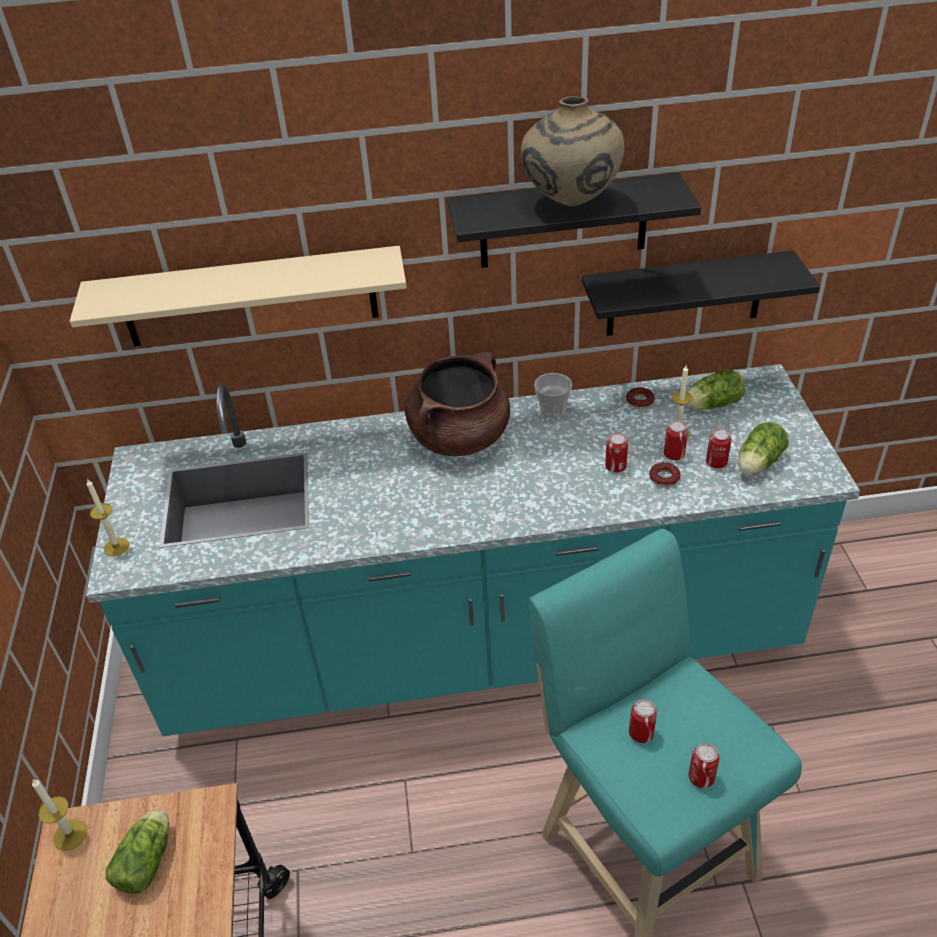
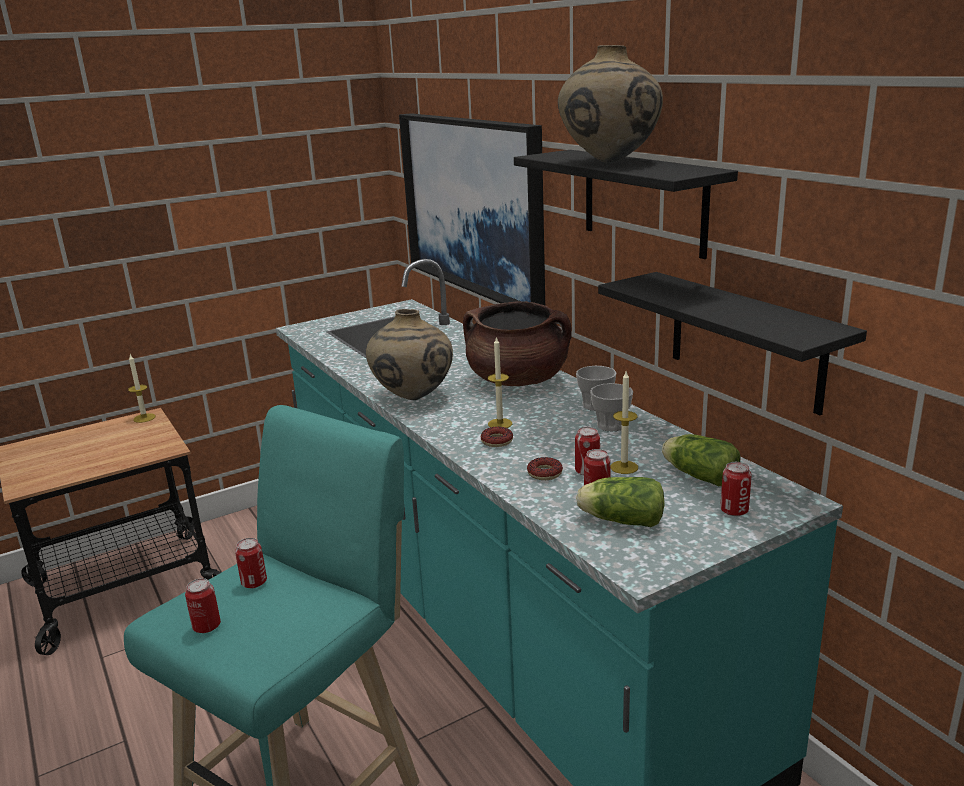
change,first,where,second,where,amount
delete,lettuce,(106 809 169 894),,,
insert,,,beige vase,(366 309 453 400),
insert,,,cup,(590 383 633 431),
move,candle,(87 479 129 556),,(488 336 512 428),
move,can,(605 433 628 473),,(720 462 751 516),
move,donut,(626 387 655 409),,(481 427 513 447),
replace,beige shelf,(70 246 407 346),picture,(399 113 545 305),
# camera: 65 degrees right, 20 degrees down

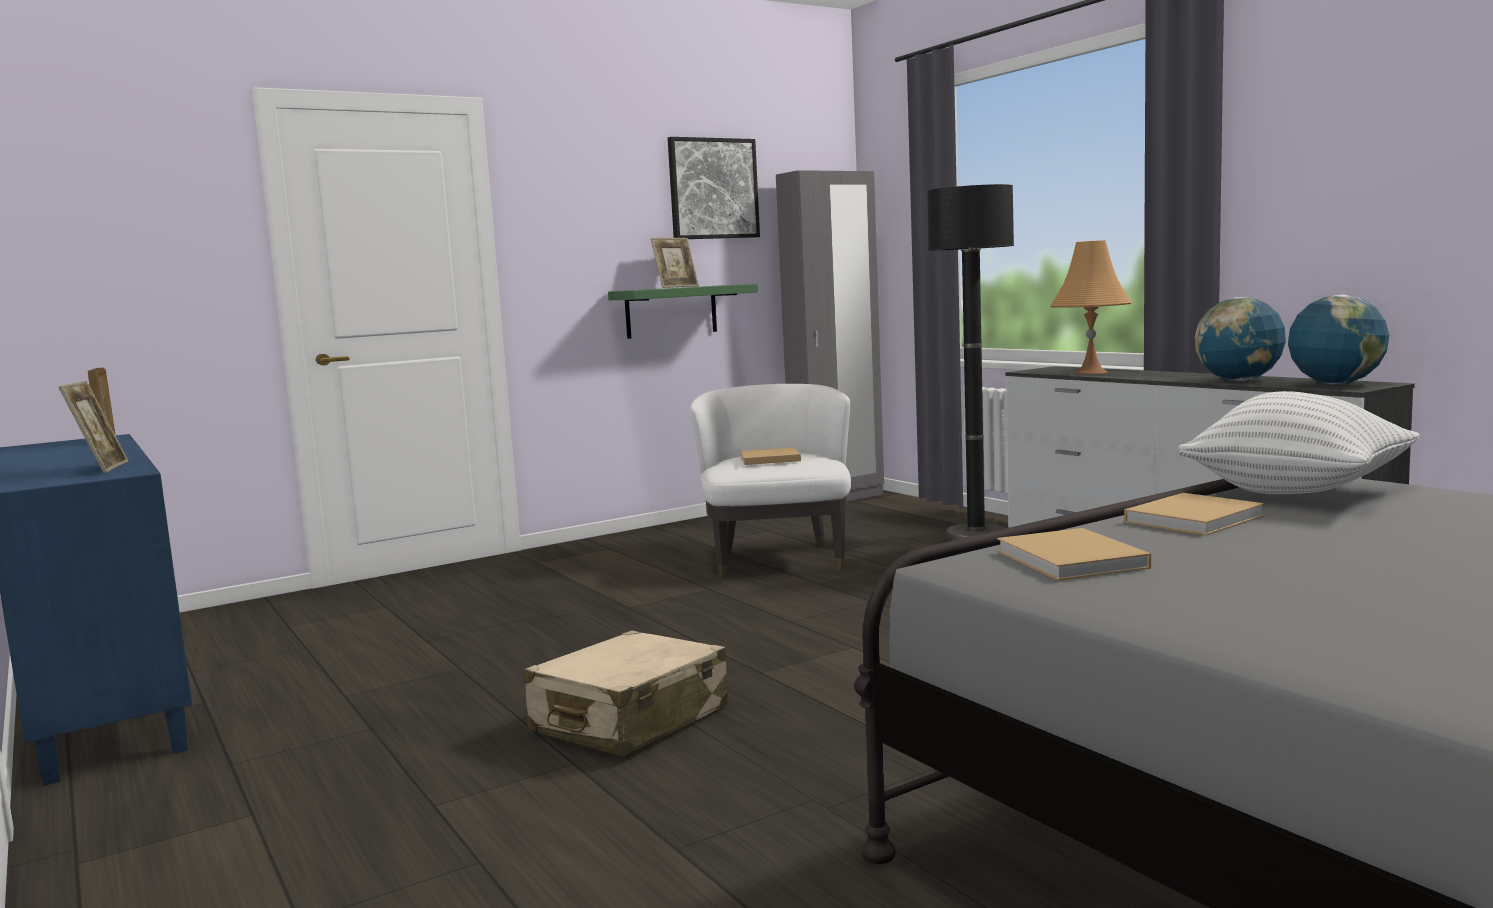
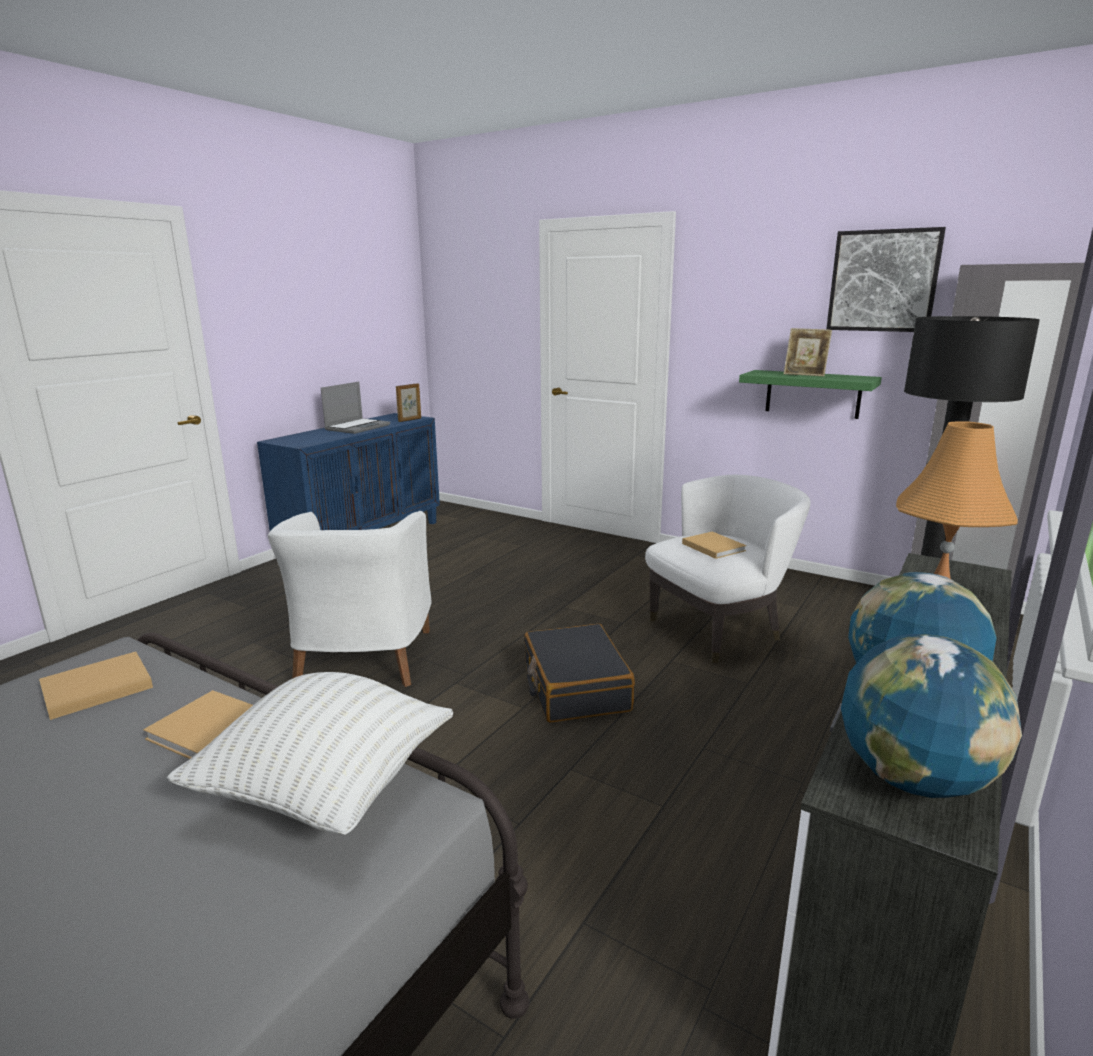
change,first,where,second,where,amount
delete,picture frame,(59 381 128 473),,,
insert,,,laptop,(321 382 390 434),
insert,,,black suitcase,(524 624 635 722),
replace,beige suitcase,(524 630 729 756),white armchair,(268 511 432 687),
# camera: 65 degrees right, 10 degrees up

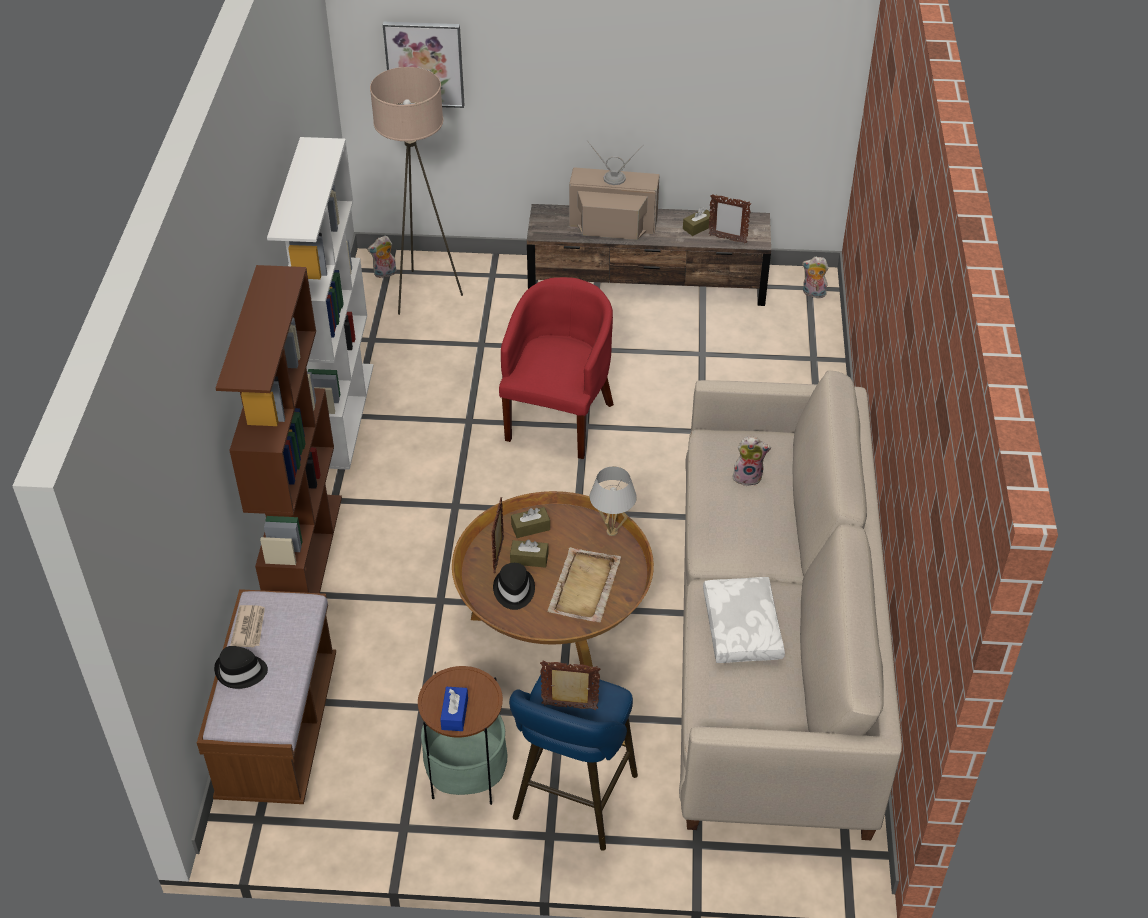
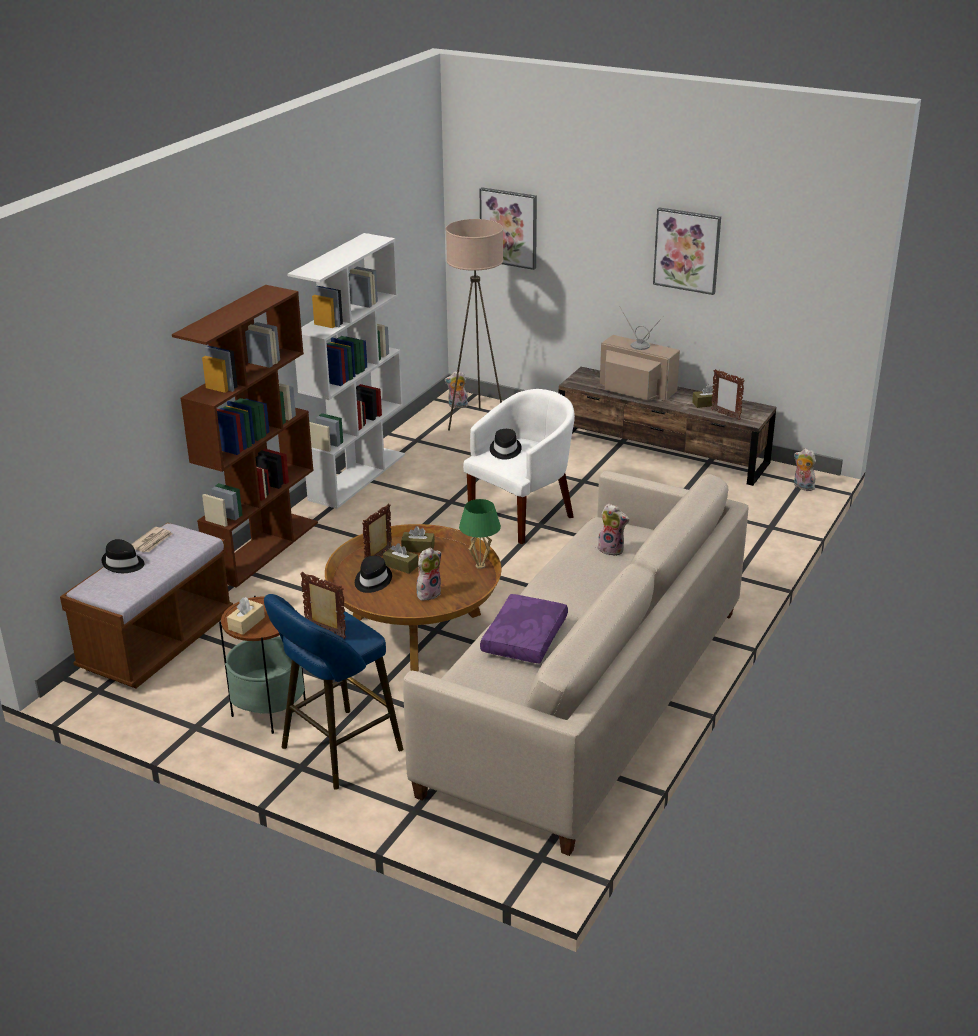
change,first,where,second,where,amount
insert,,,black hat,(490 429 522 459),
insert,,,picture,(653 207 721 295),
replace,beige tray,(547 547 621 623),plush toy,(416 547 441 601),
recolor,blue tissue box,(440 687 468 731),beige tissue box,(227 597 265 635),
recolor,red armchair,(499 277 614 459),white armchair,(463 389 575 544),
recolor,white table lamp,(590 466 637 536),green table lamp,(459 499 501 569),
recolor,white pillow,(703 577 785 663),purple pillow,(480 594 568 664),
# camera: 25 degrees right, 15 degrees down

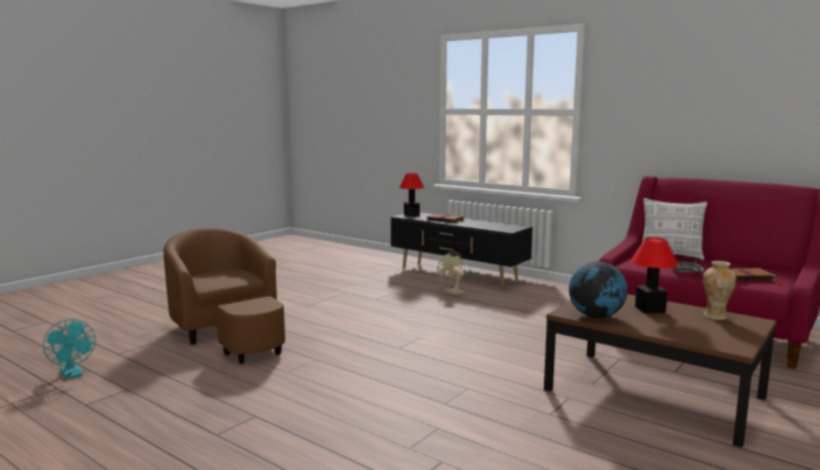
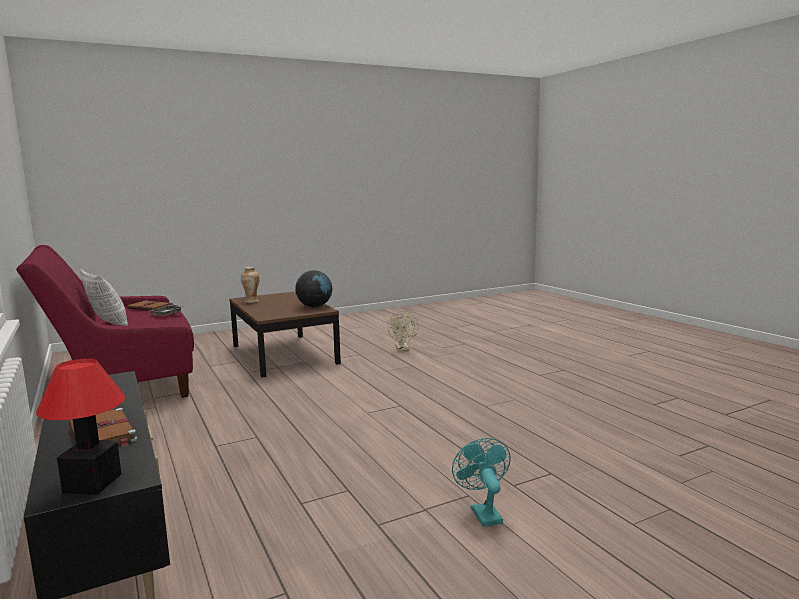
change,first,where,second,where,amount
delete,brown armchair,(164 228 285 364),,,
delete,table lamp,(631 237 678 313),,,
move,turquoise fan,(43 319 96 379),,(452 438 511 527),
move,beige fan,(437 252 464 295),,(388 311 419 351),
# camera: 155 degrees left, 0 degrees up

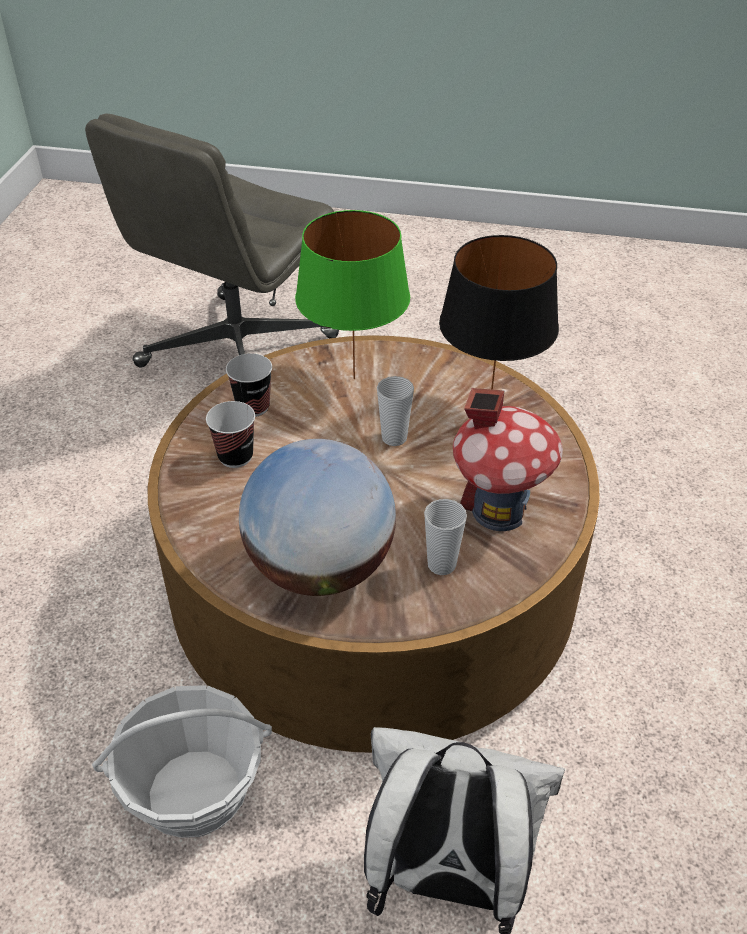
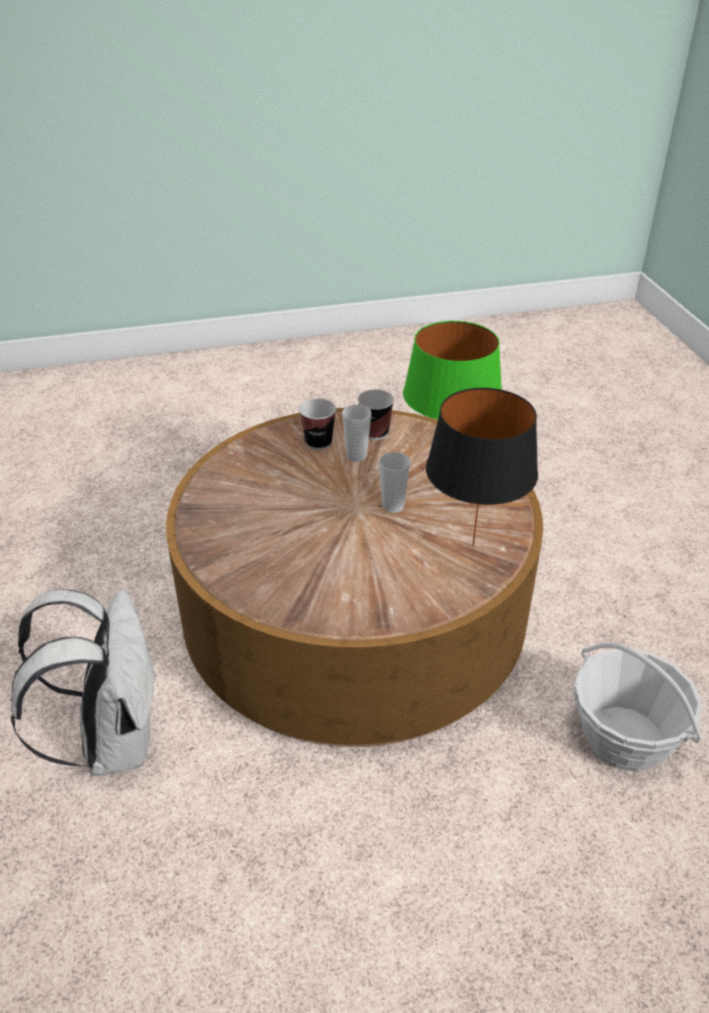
change,first,where,second,where,amount
delete,grey office chair,(85 113 339 368),,,
delete,globe,(239 439 396 596),,,
delete,toy house,(453 388 563 531),,,
move,basket,(92 685 272 838),,(573 642 703 771),
move,cup,(424 499 467 575),,(342 405 372 462),
# camera: 65 degrees right, 5 degrees down

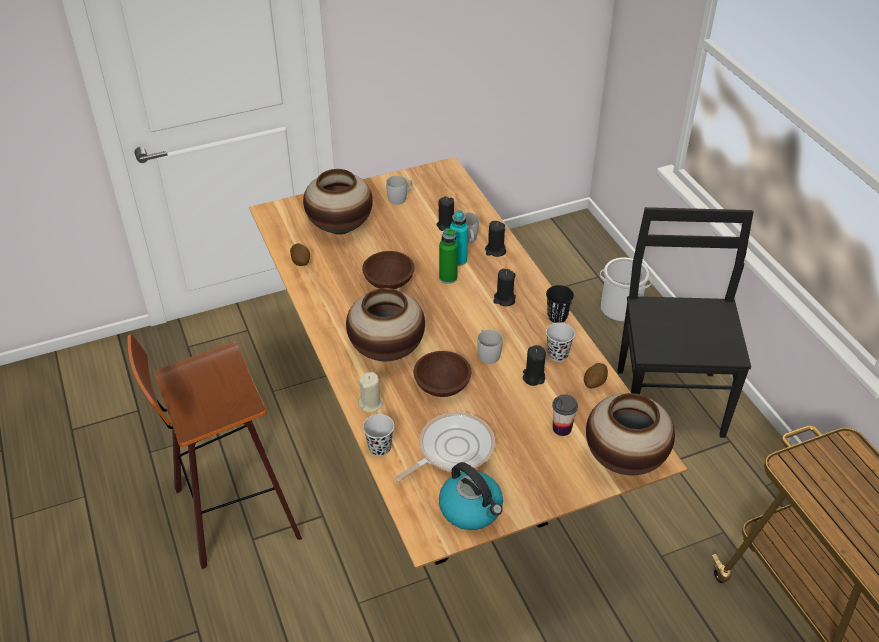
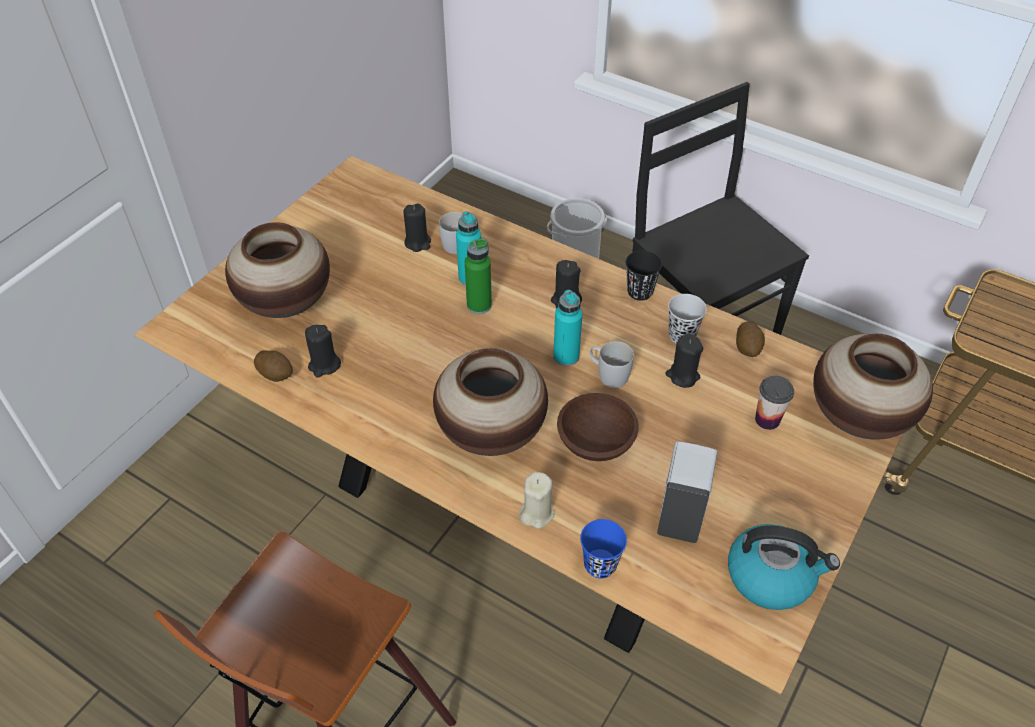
change,first,where,second,where,amount
delete,brown bowl,(362 251 415 289),,,
delete,white mug,(386 175 412 205),,,
insert,,,turquoise bottle,(553 290 582 366),
move,black candle,(485 221 506 257),,(305 325 341 378),
replace,frying pan,(395 412 495 482),white soap dispenser,(657 442 717 543),
recolor,black cup,(363 414 394 456),blue cup,(580 519 627 578),
# camera: 35 degrees left, 5 degrees up

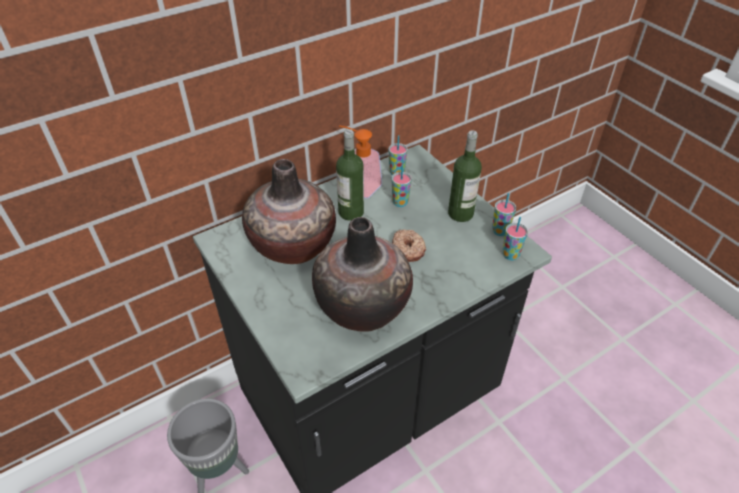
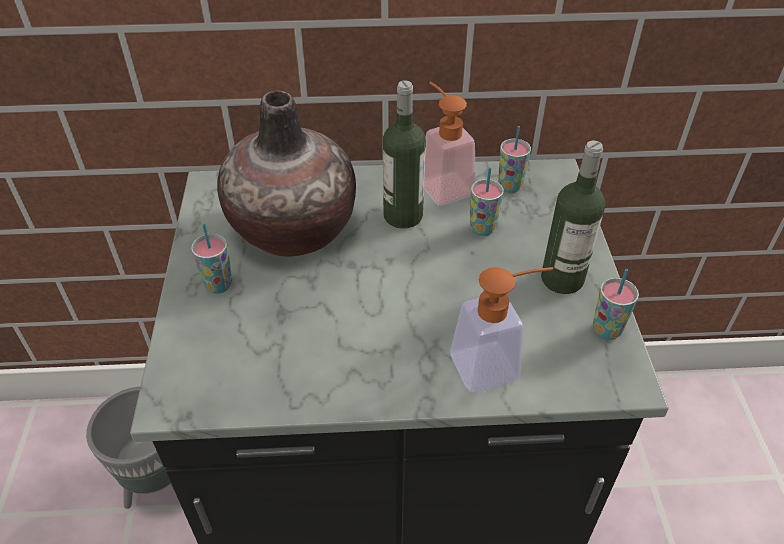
change,first,where,second,where,amount
delete,vase,(312 217 413 332),,,
delete,donut,(392 229 426 262),,,
insert,,,soap dispenser,(450 267 553 392),
move,cup,(502 217 528 260),,(191 223 232 294),
# camera: 30 degrees right, 0 degrees up

